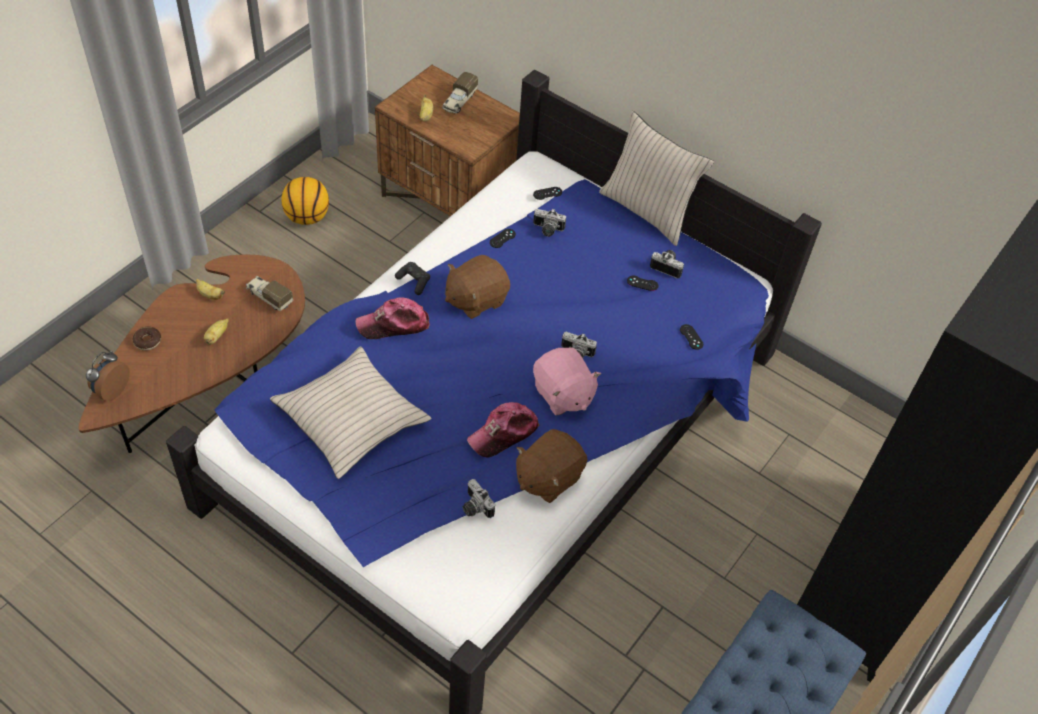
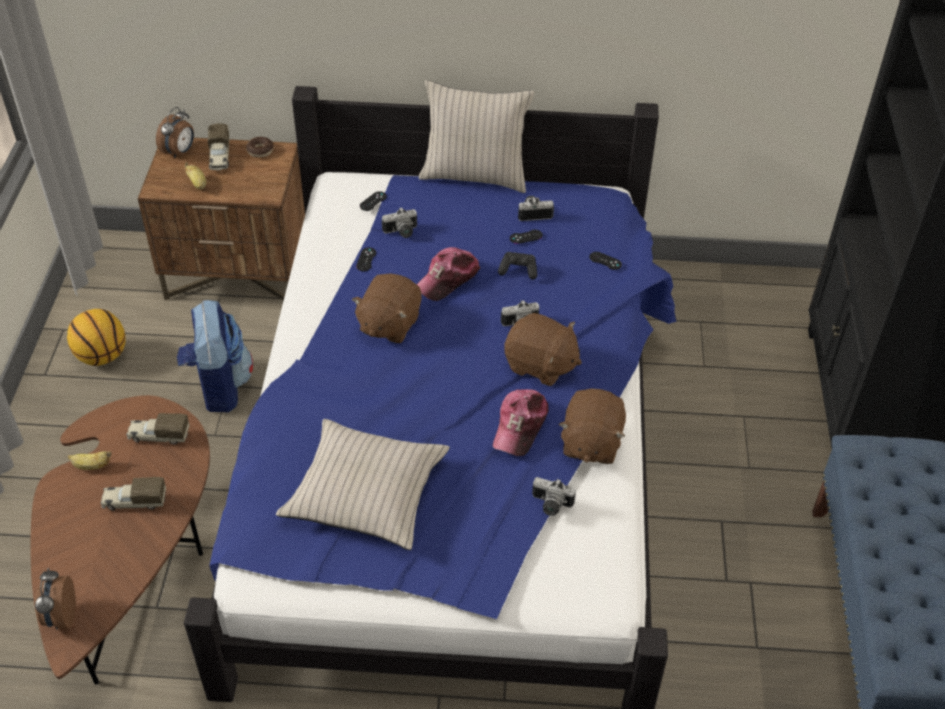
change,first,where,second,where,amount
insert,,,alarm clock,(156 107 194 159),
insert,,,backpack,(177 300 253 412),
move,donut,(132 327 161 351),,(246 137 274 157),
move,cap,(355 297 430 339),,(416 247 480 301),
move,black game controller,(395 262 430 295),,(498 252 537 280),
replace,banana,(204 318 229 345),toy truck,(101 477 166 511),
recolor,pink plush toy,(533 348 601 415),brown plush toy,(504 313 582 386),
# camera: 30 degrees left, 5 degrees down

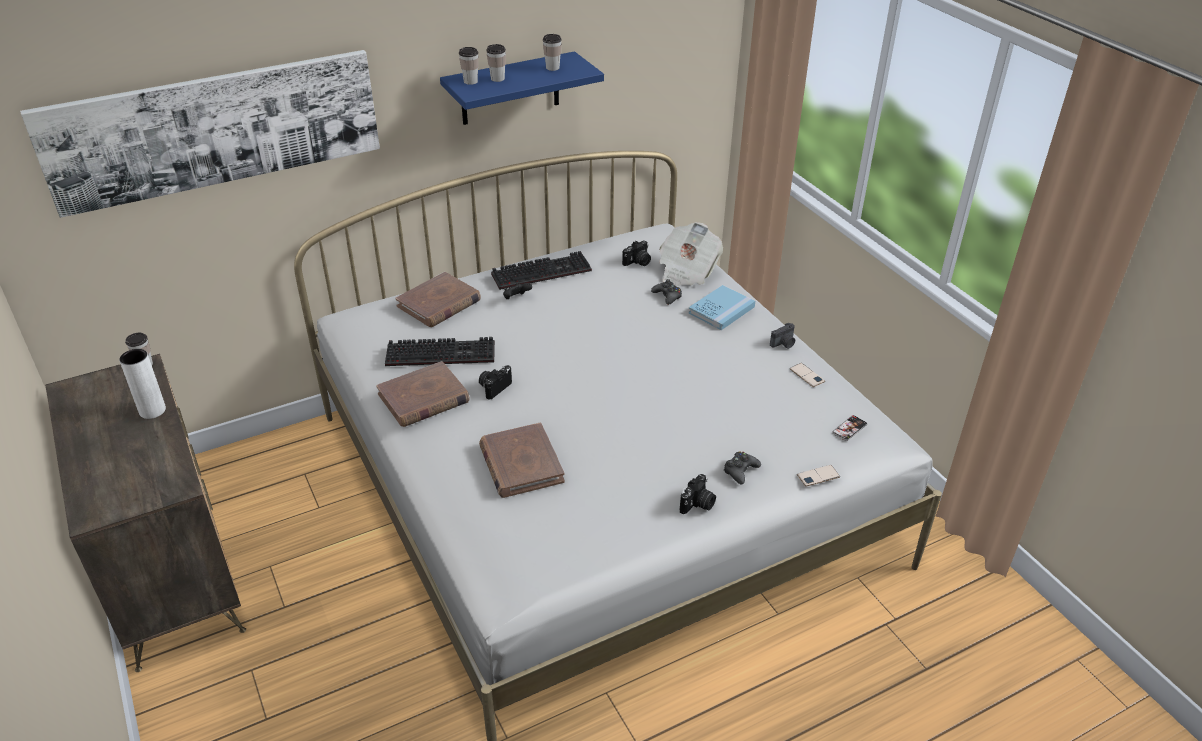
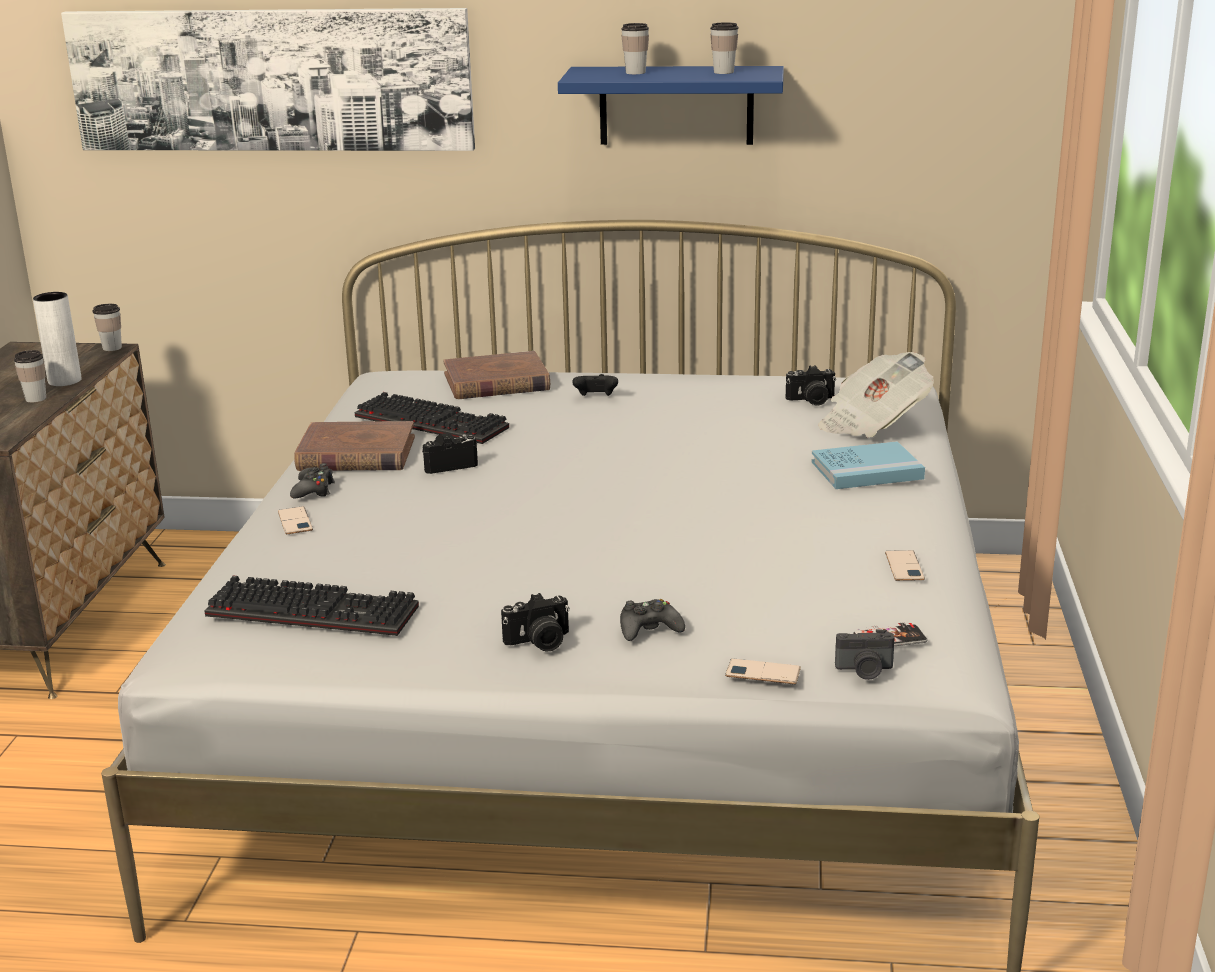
change,first,where,second,where,amount
delete,brown book,(479 423 565 498),,,
insert,,,phone,(278 506 313 535),
move,cup,(459 47 479 85),,(14 350 46 402),
move,keyboard,(491 251 592 290),,(205 575 419 636),
move,black game controller,(651 279 682 305),,(290 463 335 498),
move,photo camera,(770 323 795 349),,(835 629 895 680),
# camera: 35 degrees right, 15 degrees down

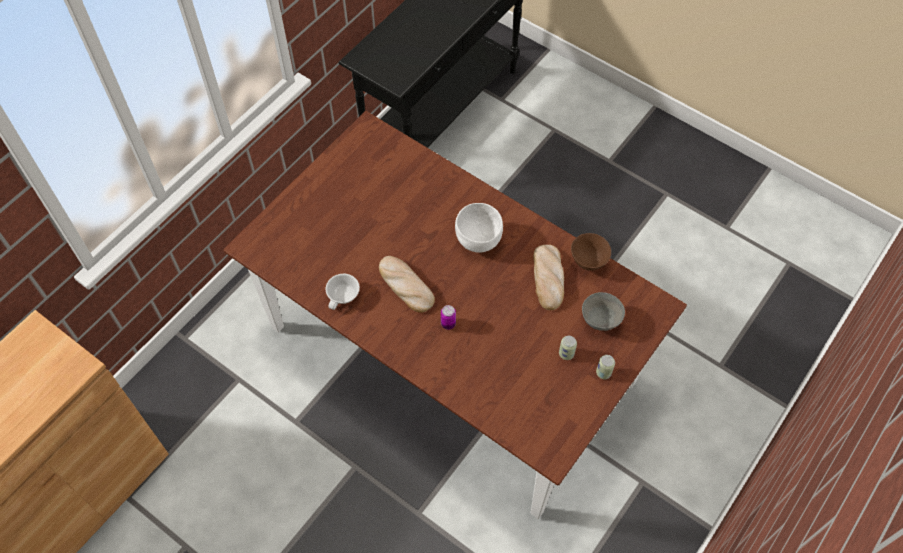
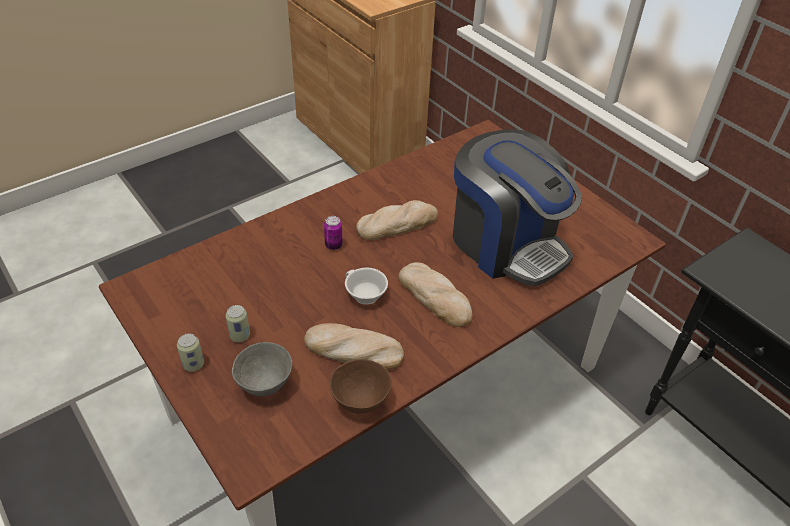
change,first,where,second,where,amount
insert,,,coffee machine,(453 129 582 286),
move,white cup,(326 274 360 310),,(345 268 388 305),
replace,white bowl,(455 203 503 253),bread,(398 262 472 327),
# camera: 105 degrees right, 15 degrees down

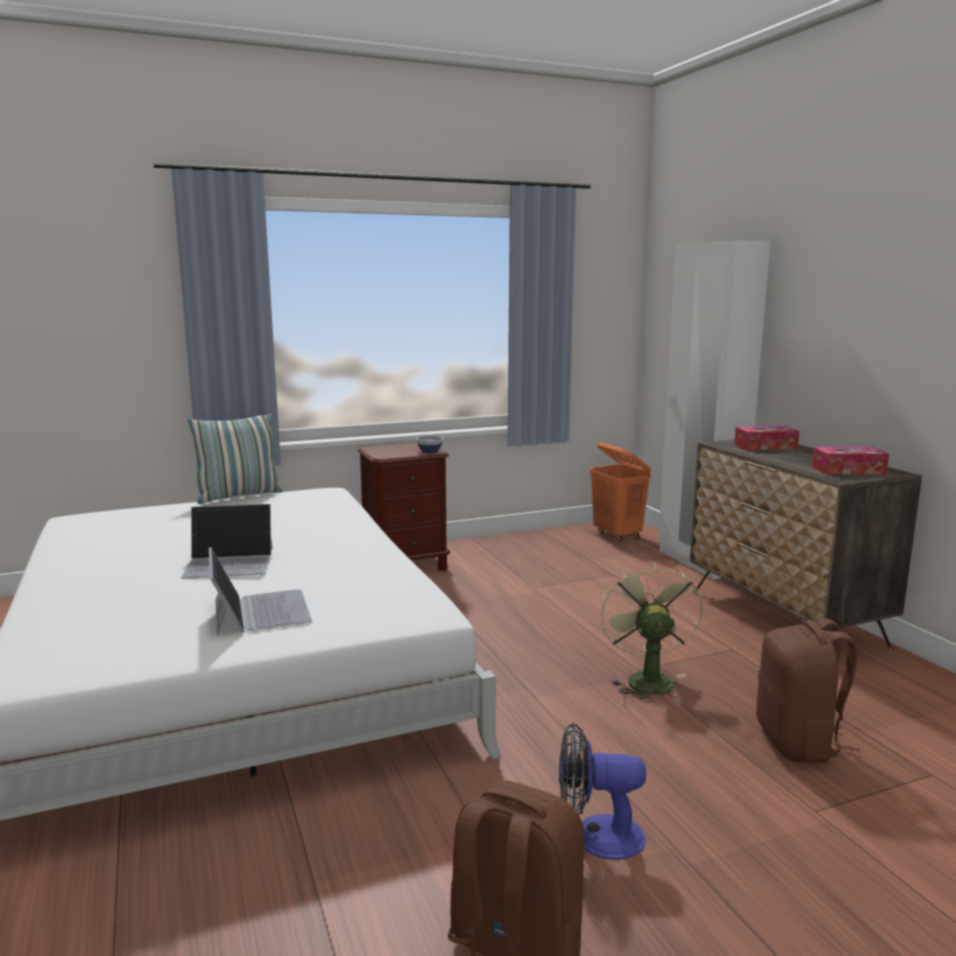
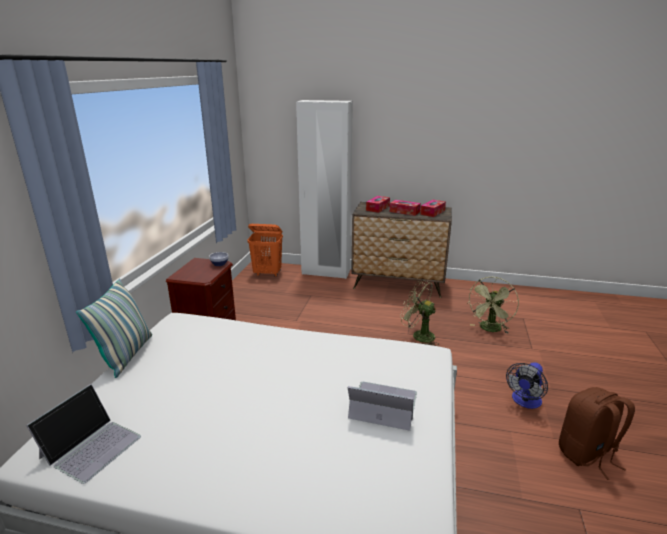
change,first,where,second,where,amount
insert,,,tissue box,(390 200 421 216),
move,laptop,(181 504 273 579),,(26 384 141 484),
replace,brown backpack,(756 618 860 763),green fan,(468 277 519 334),
# camera: 55 degrees left, 10 degrees up

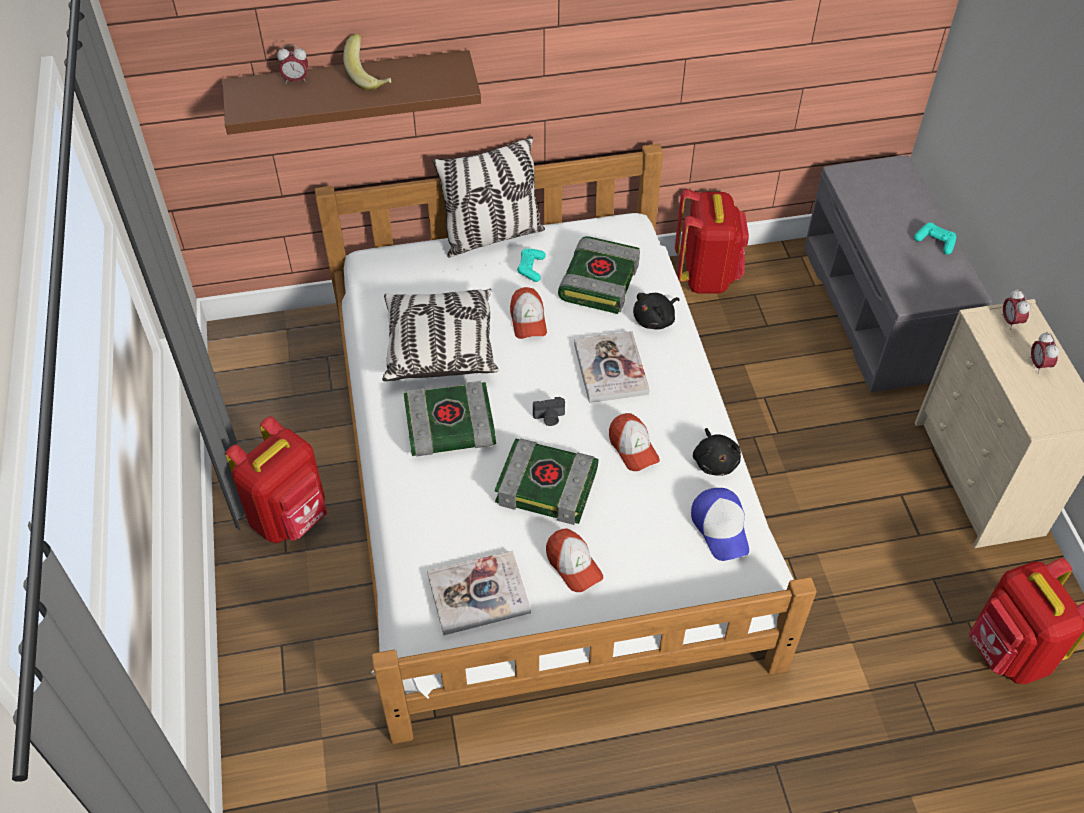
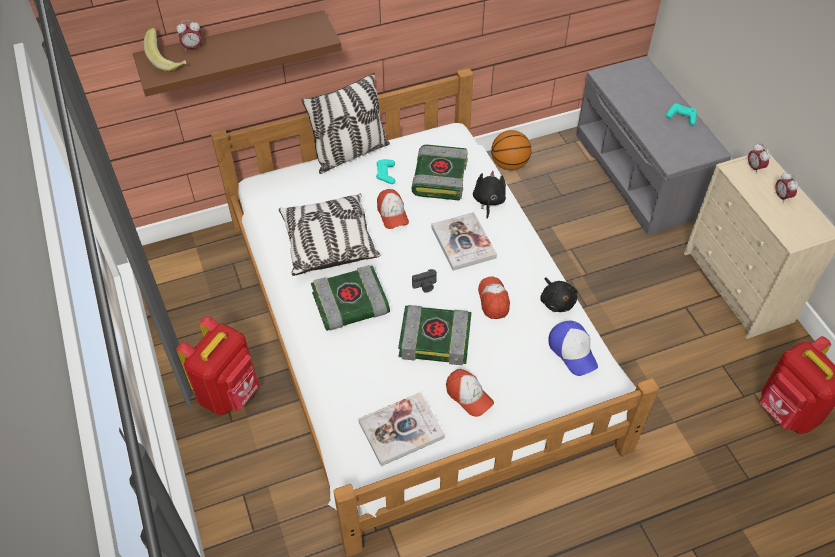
change,first,where,second,where,amount
move,banana,(343 34 391 90),,(144 28 186 72),
replace,red backpack,(675 189 749 293),basketball,(491 130 532 171),
rotate,cap,(609 413 660 471),,(478 276 510 319),150 degrees counterclockwise
rotate,black plush toy,(633 293 680 330),,(473 171 506 219),150 degrees clockwise
# camera: 10 degrees left, 0 degrees up

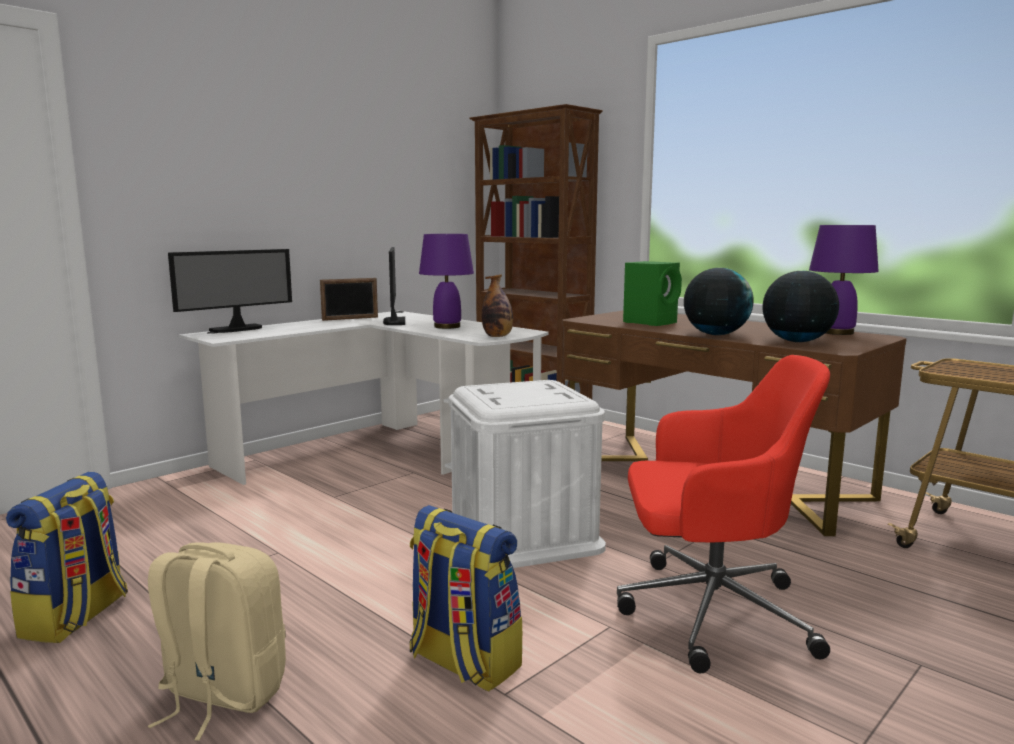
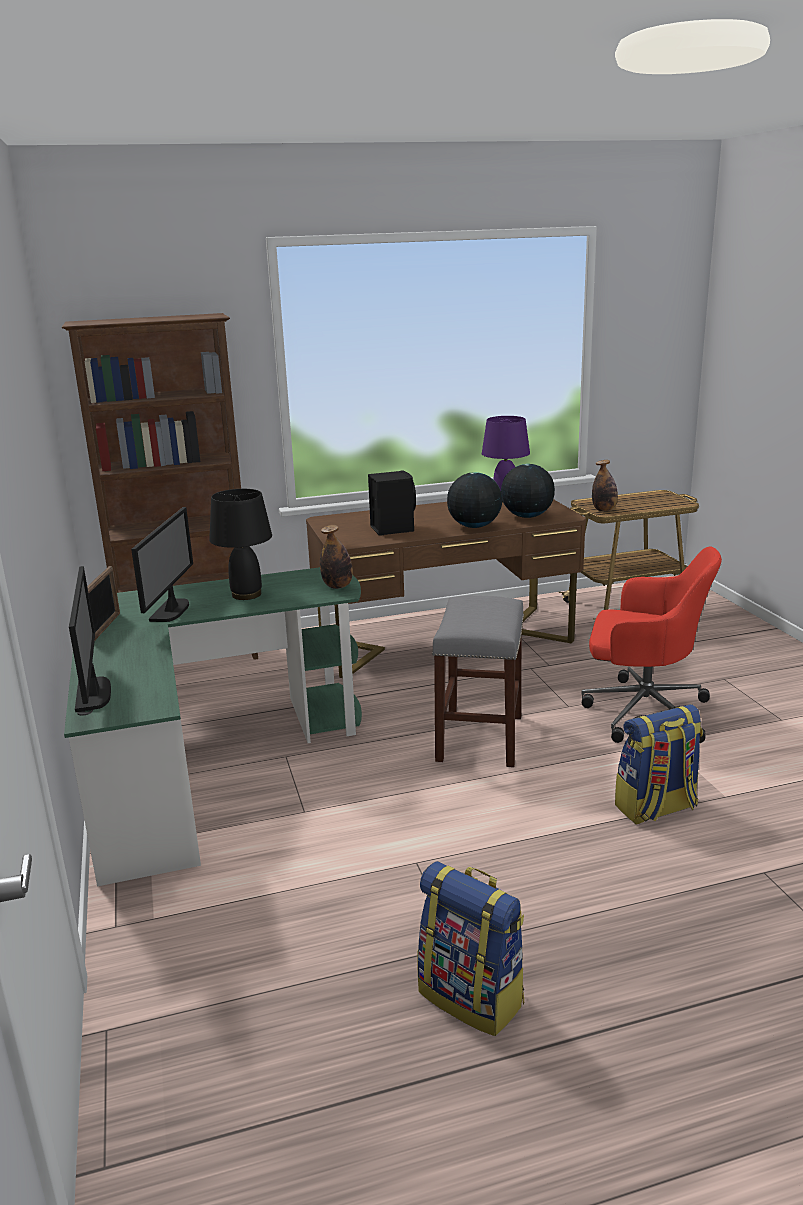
change,first,where,second,where,amount
delete,beige backpack,(148 542 286 741),,,
insert,,,bottle,(592 460 618 511),
replace,white storage box,(449 380 606 568),grey stool,(432 595 524 767),
recolor,white desk,(179 311 549 485),green desk,(64 567 362 887),
recolor,purple table lamp,(419 234 474 329),black table lamp,(209 489 272 600),
recolor,green speaker,(623 261 682 326),black speaker,(368 470 416 535),
rotate,monitor,(383 247 405 325),,(131 507 193 622),105 degrees counterclockwise
rotate,red office chair,(617 355 830 673),,(581 546 722 743),75 degrees clockwise
# camera: 60 degrees left, 10 degrees up

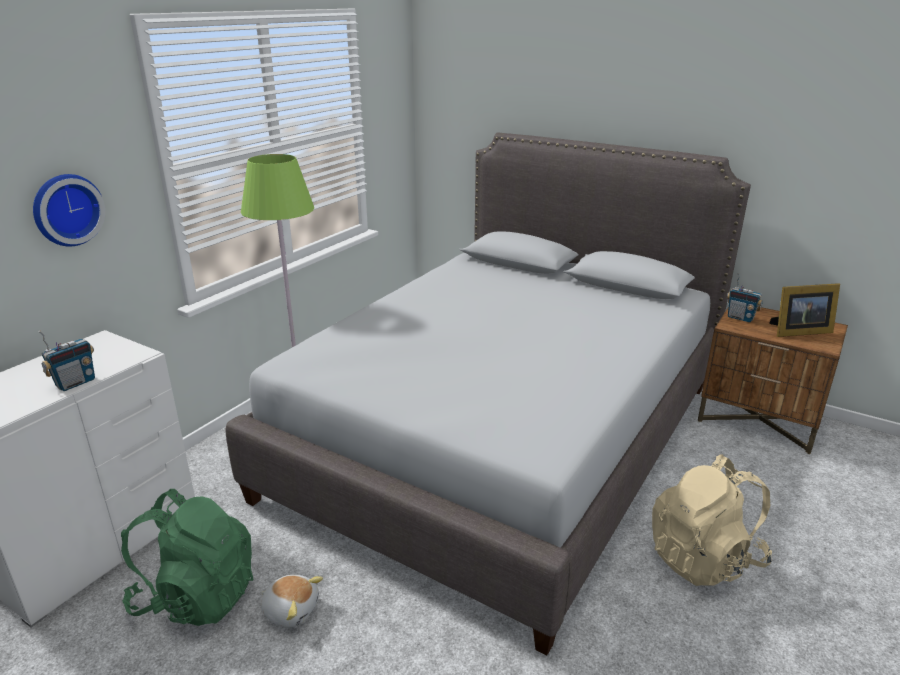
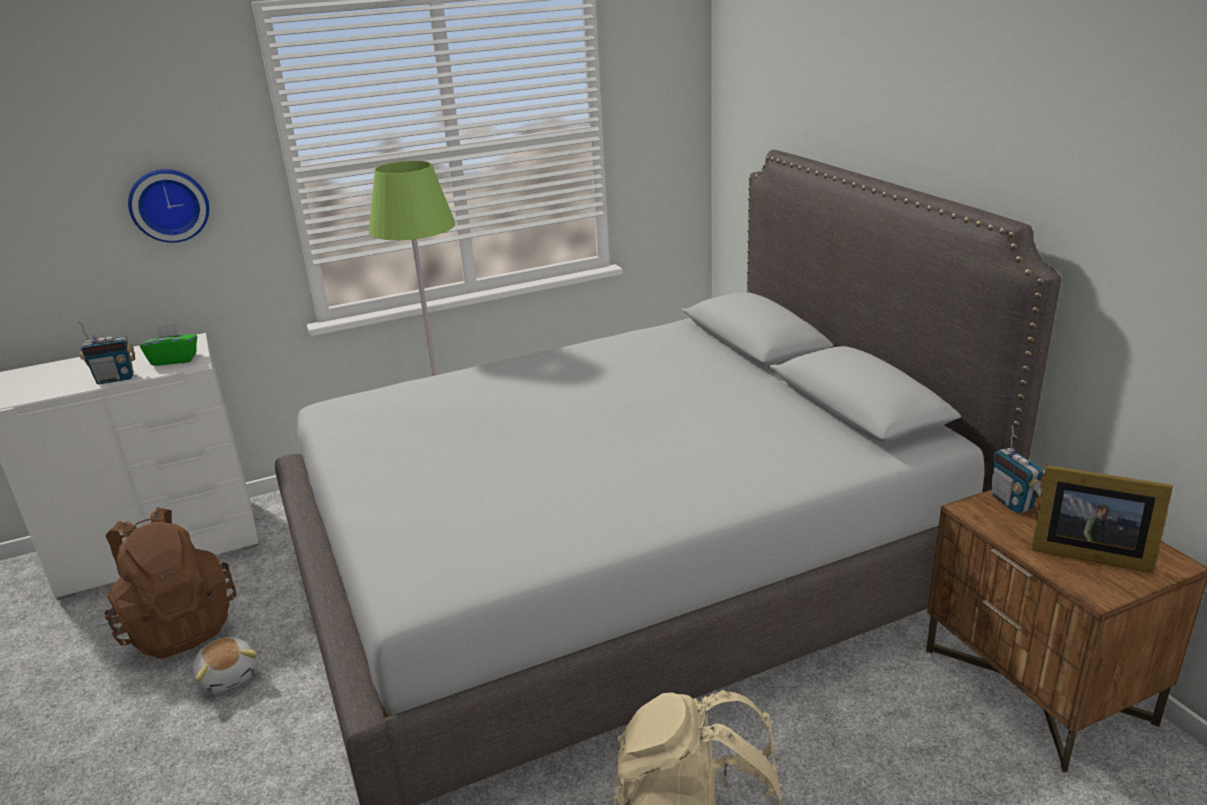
change,first,where,second,where,amount
insert,,,green tissue box,(140 323 197 366),
recolor,green backpack,(121 489 254 626),brown backpack,(104 507 237 659),
# camera: 35 degrees right, 0 degrees up

